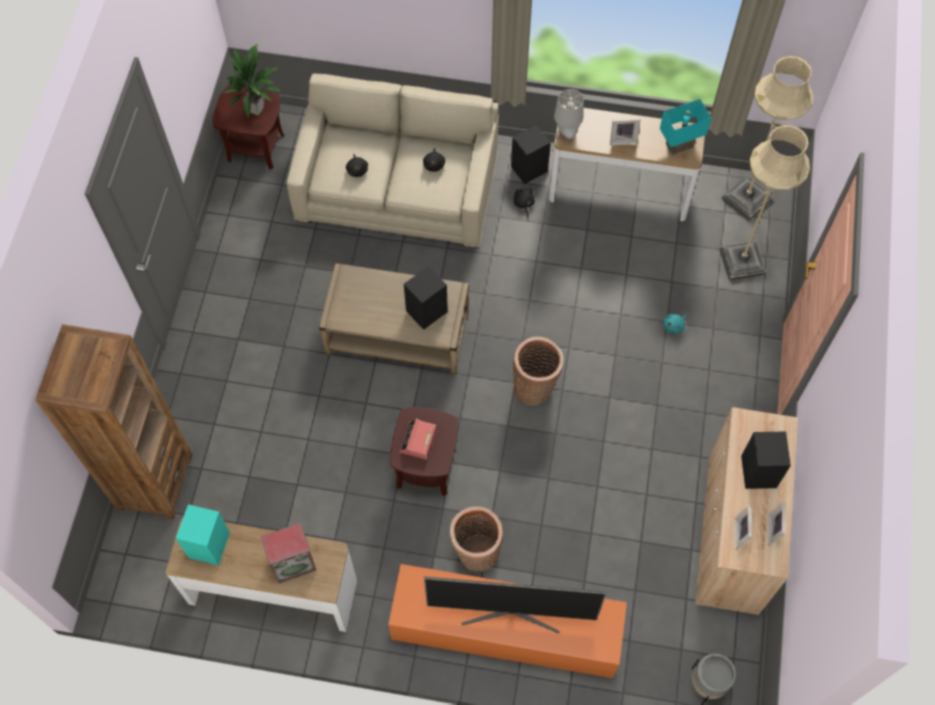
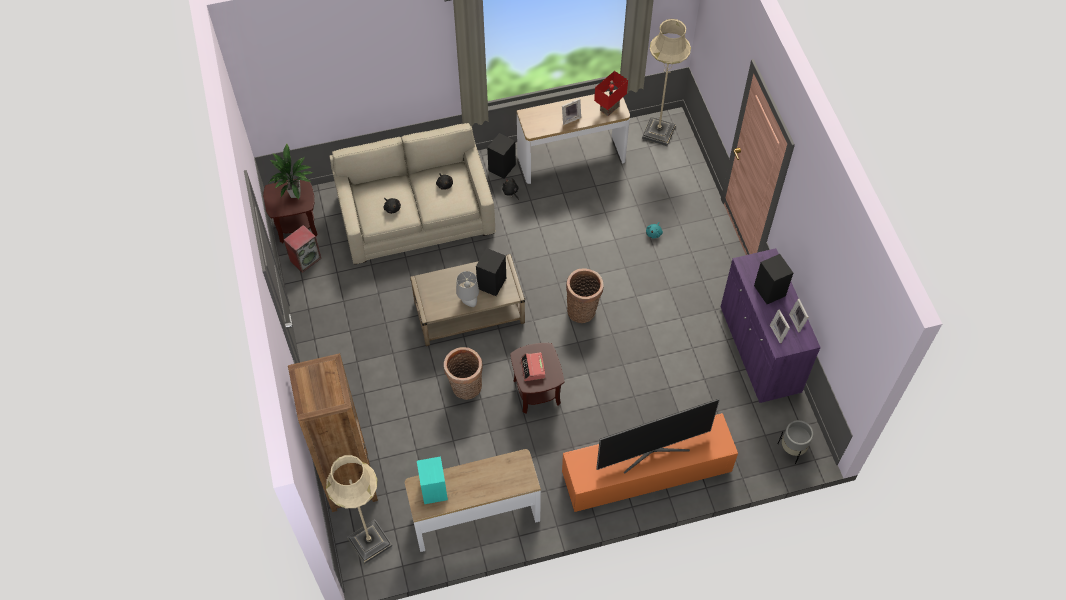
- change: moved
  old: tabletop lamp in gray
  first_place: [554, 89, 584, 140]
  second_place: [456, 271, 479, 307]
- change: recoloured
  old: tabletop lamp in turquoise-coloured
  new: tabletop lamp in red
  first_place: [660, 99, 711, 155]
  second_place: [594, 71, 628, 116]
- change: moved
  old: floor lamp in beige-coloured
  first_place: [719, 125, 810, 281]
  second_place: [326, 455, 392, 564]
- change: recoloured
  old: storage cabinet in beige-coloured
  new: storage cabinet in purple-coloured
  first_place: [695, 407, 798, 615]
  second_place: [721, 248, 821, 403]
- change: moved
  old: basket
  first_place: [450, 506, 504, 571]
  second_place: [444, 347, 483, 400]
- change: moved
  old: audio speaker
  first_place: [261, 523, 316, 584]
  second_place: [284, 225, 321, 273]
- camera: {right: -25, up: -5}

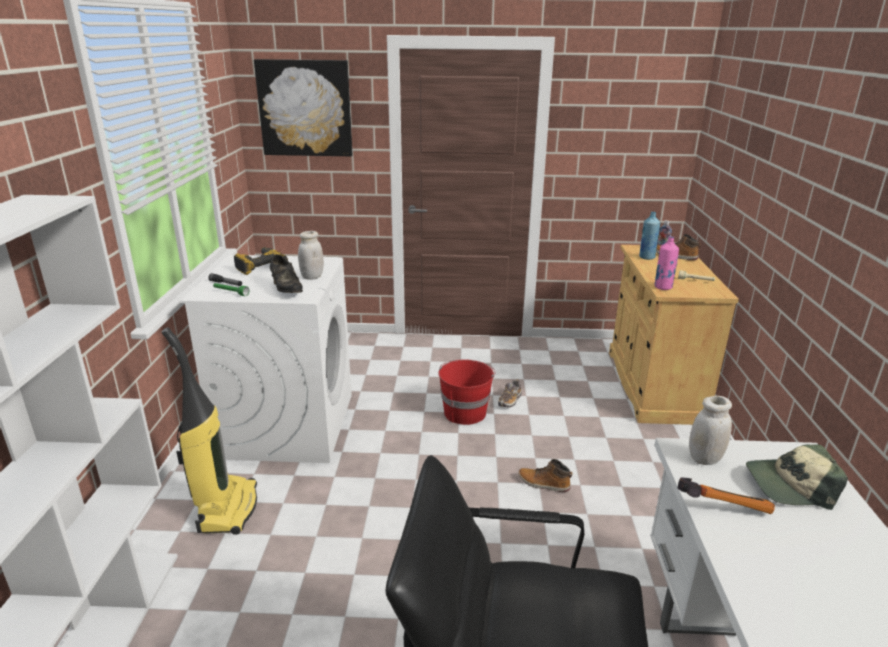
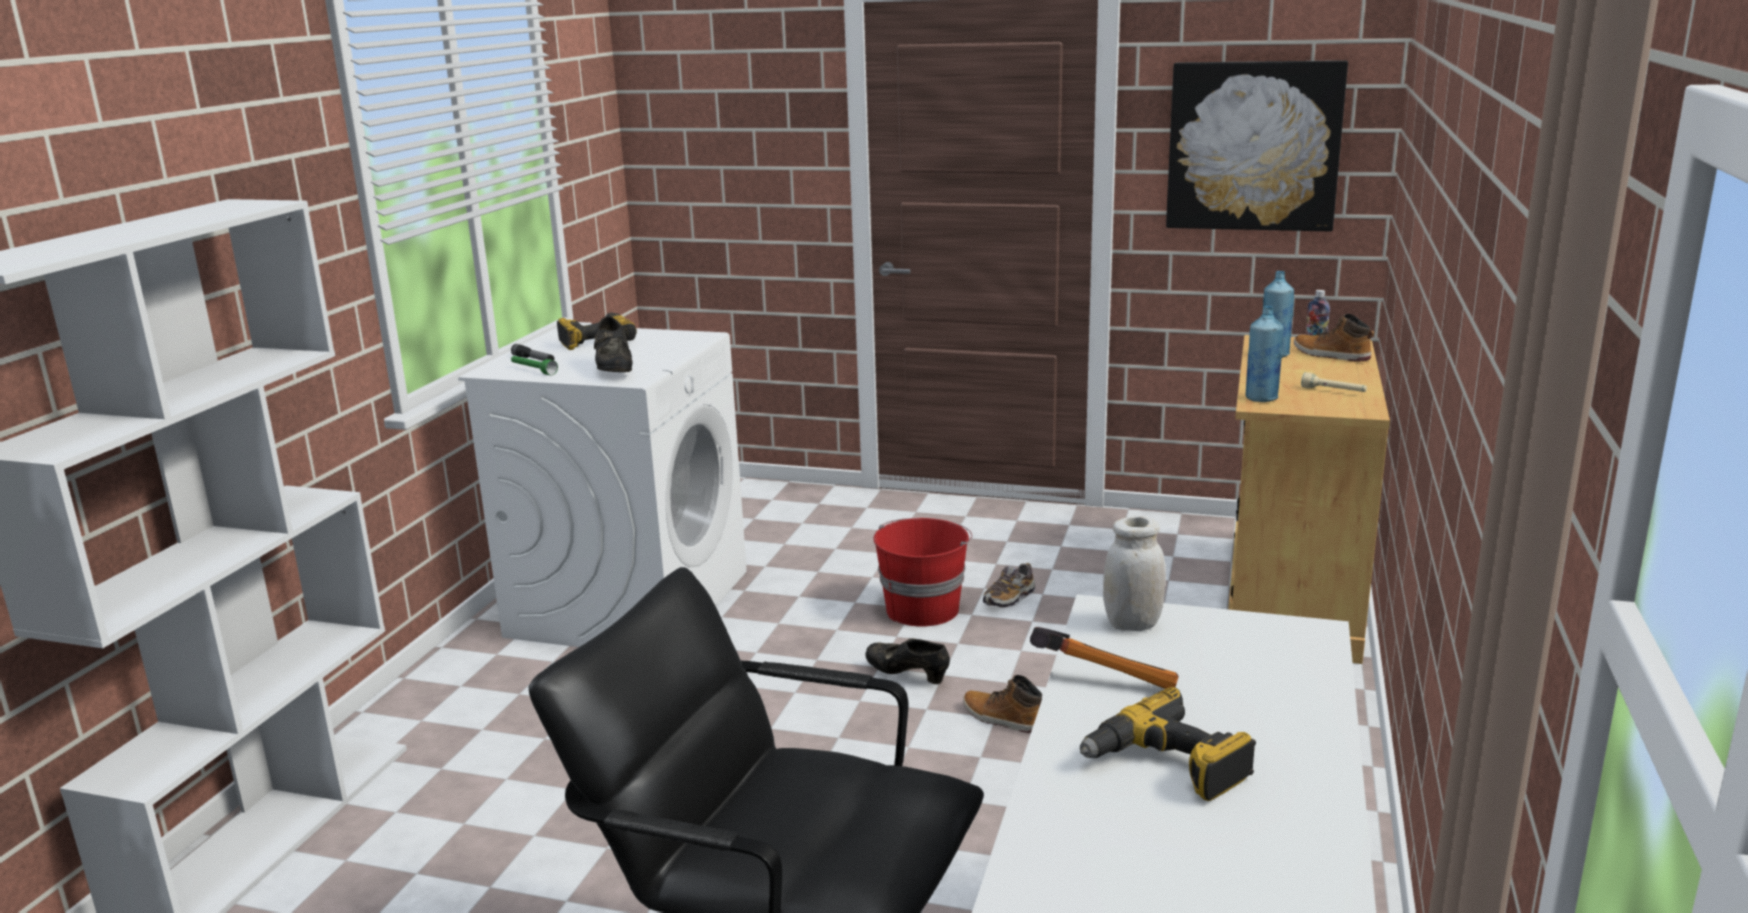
- change: moved
  old: wall art
  first_place: [254, 59, 353, 156]
  second_place: [1166, 60, 1348, 232]
- change: removed
  old: jar in white
  first_place: [298, 231, 324, 280]
- change: recoloured
  old: beverage bottle in pink-coloured
  new: beverage bottle in bluish
  first_place: [654, 236, 679, 290]
  second_place: [1246, 306, 1283, 402]
- change: removed
  old: vacuum cleaner
  first_place: [162, 327, 257, 535]
- change: removed
  old: cap
  first_place: [746, 444, 848, 510]
- change: added
  new: shoe in blackish
  second_place: [865, 638, 950, 684]
- change: added
  new: drill
  second_place: [1080, 687, 1256, 801]
- camera: {right: 15, up: -5}

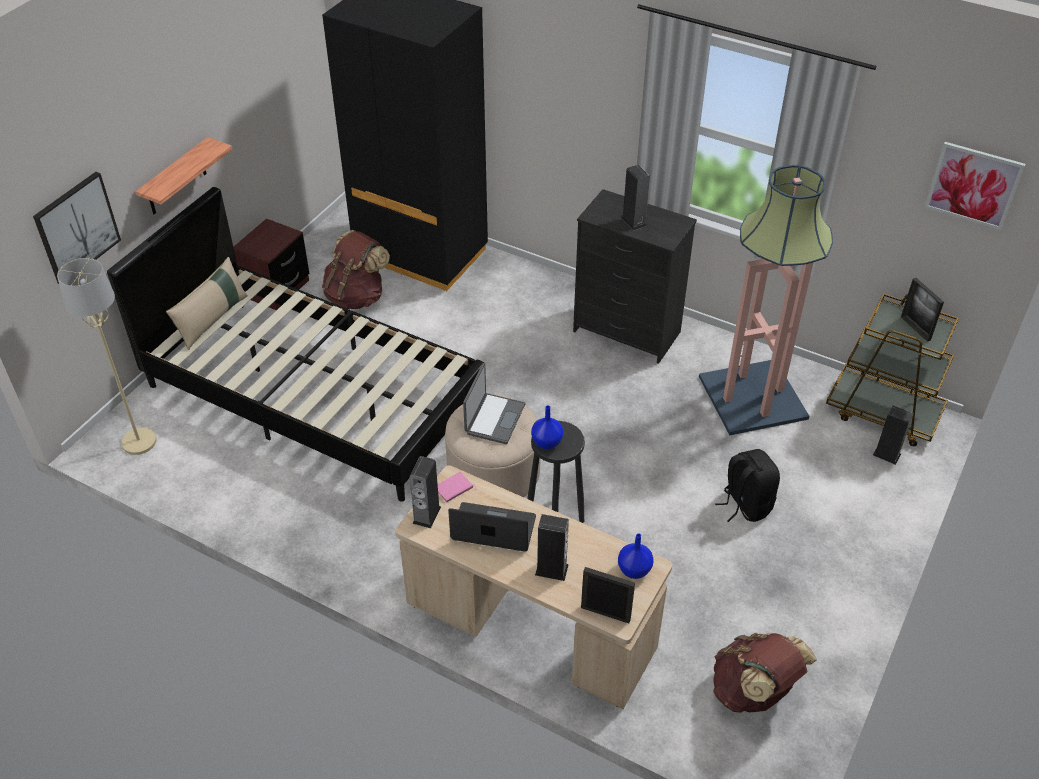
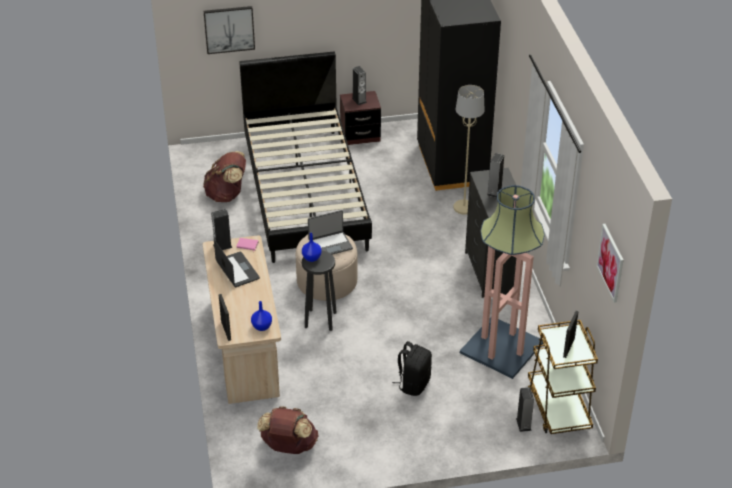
- change: removed
  old: shelf
  first_place: [135, 137, 232, 214]
- change: moved
  old: backpack in brown
  first_place: [322, 230, 390, 309]
  second_place: [203, 151, 246, 202]
- change: removed
  old: pillow in beige-coloured
  first_place: [166, 257, 248, 350]
- change: moved
  old: floor lamp in beige-coloured
  first_place: [57, 258, 157, 455]
  second_place: [454, 85, 485, 215]
- change: moved
  old: audio speaker
  first_place: [535, 514, 569, 581]
  second_place: [352, 66, 367, 105]
- camera: {right: 50, up: -5}

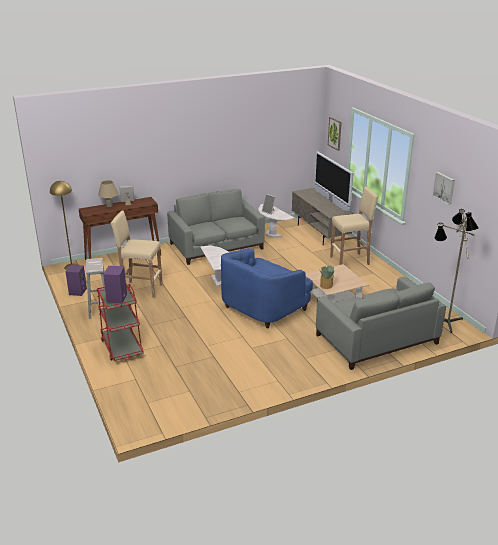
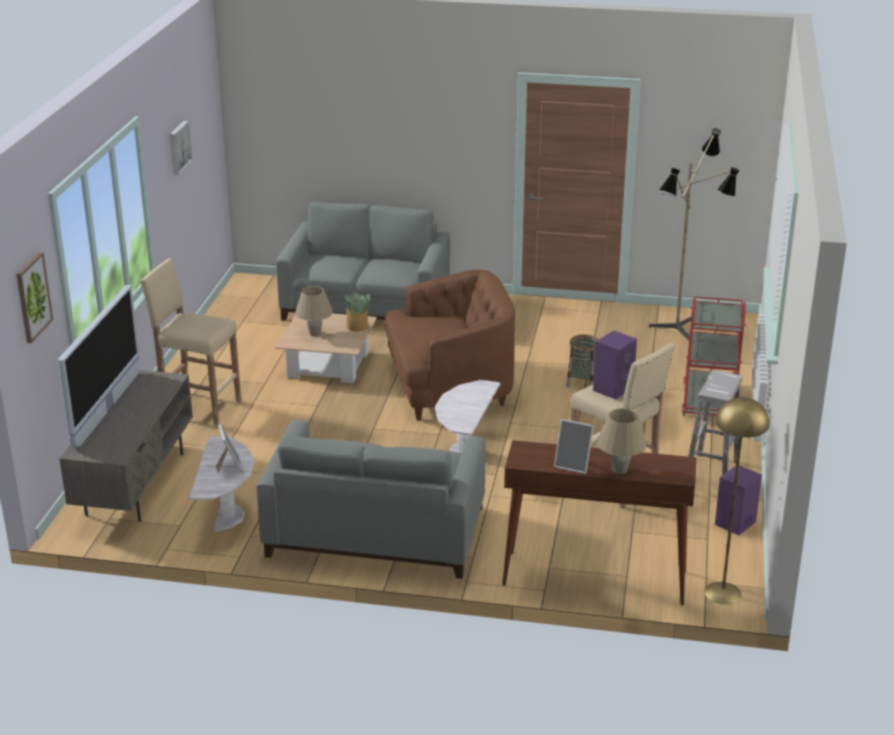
- change: moved
  old: floor lamp
  first_place: [435, 209, 479, 333]
  second_place: [649, 129, 740, 341]
- change: recoloured
  old: lounge chair in bluish
  new: lounge chair in brown
  first_place: [221, 248, 313, 329]
  second_place: [384, 269, 515, 420]
- change: moved
  old: audio speaker in purple-coloured
  first_place: [103, 266, 127, 303]
  second_place: [593, 331, 637, 400]
- change: added
  new: tabletop lamp in beige-coloured
  second_place: [295, 286, 333, 336]
- change: added
  new: basket
  second_place: [566, 335, 598, 388]
- camera: {right: -145, up: 0}

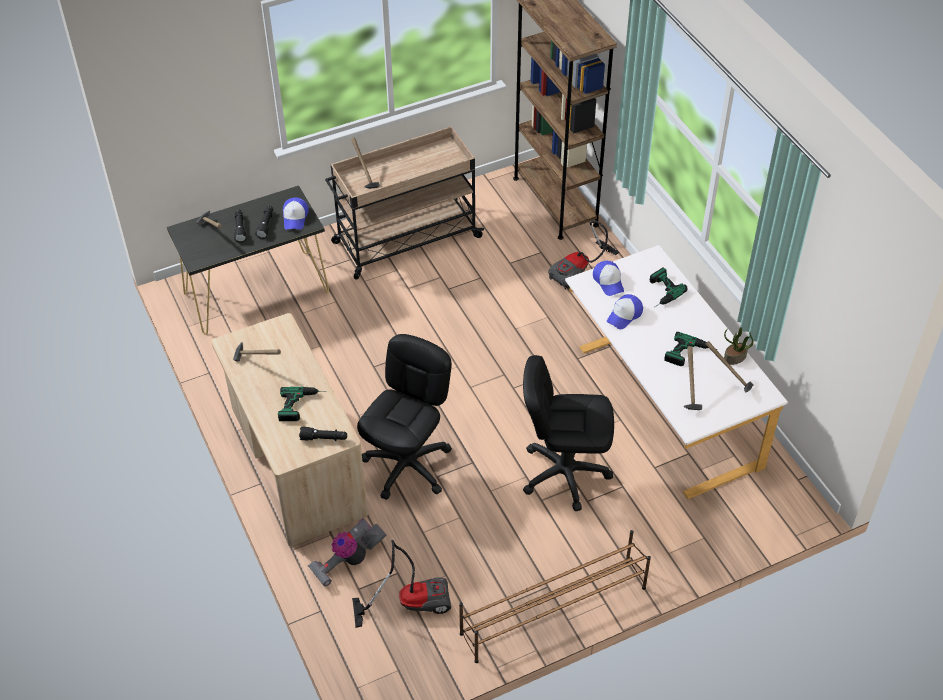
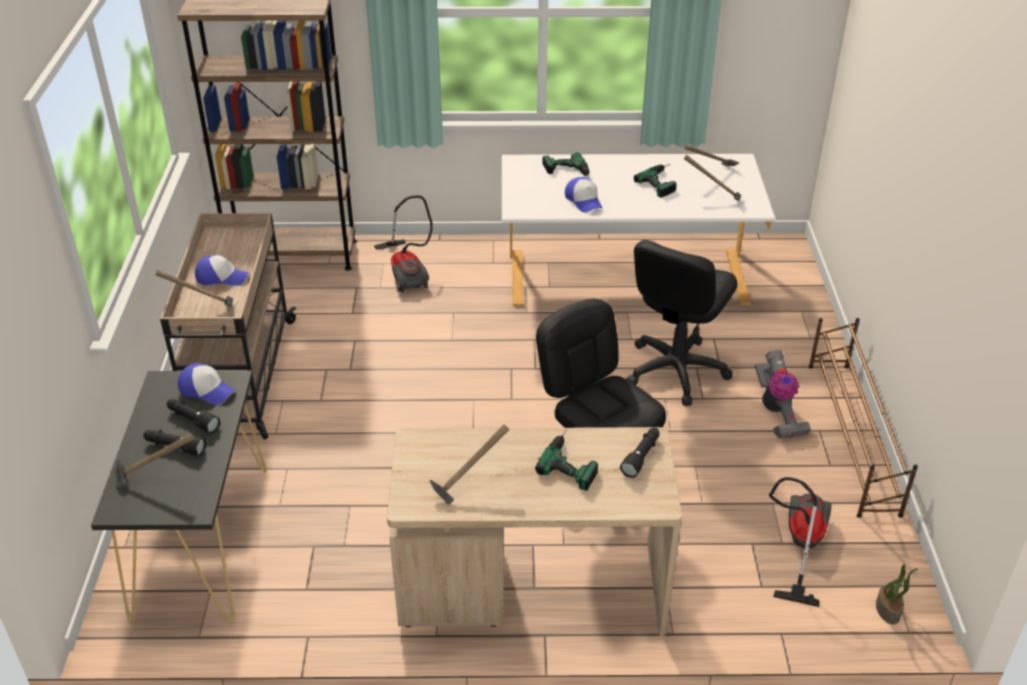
- change: moved
  old: cap
  first_place: [593, 261, 624, 296]
  second_place: [195, 255, 249, 286]
- change: moved
  old: plant in a pot
  first_place: [724, 327, 753, 365]
  second_place: [876, 564, 919, 624]
- change: moved
  old: vacuum cleaner
  first_place: [308, 518, 386, 587]
  second_place: [755, 350, 811, 438]
- camera: {right: -65, up: -10}

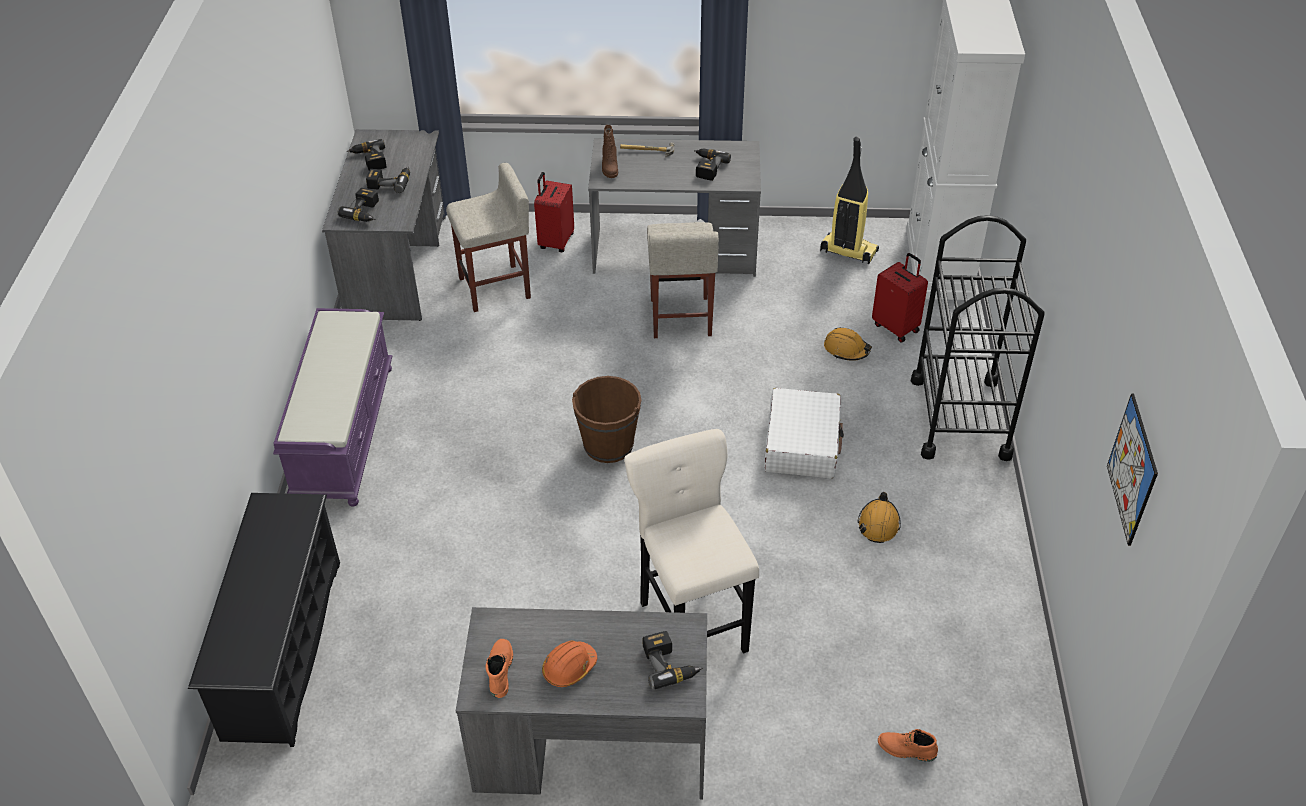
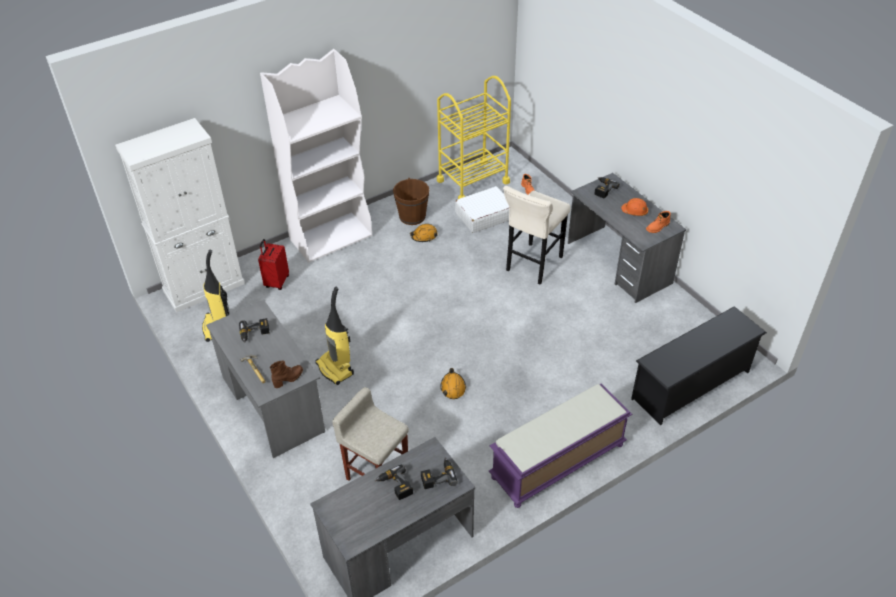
- change: removed
  old: drill
  first_place: [347, 139, 387, 171]
- change: removed
  old: suitcase in red
  first_place: [534, 172, 574, 252]
- change: replaced
  old: wheeled cart in blackish
  new: bookcase in white
  first_place: [911, 215, 1045, 461]
  second_place: [260, 49, 372, 263]
- change: replaced
  old: sitting stool in beige-coloured
  new: vacuum cleaner
  first_place: [647, 222, 719, 338]
  second_place: [316, 287, 354, 385]
- change: moved
  old: work helmet in orangey
  first_place: [824, 327, 872, 361]
  second_place: [440, 368, 466, 399]
- change: moved
  old: water bucket in brown
  first_place: [572, 376, 641, 463]
  second_place: [393, 178, 429, 225]
- change: moved
  old: suitcase in white
  first_place: [764, 388, 844, 479]
  second_place: [455, 186, 509, 233]
- change: removed
  old: wall art
  first_place: [1107, 393, 1158, 546]
- change: added
  new: wheeled cart in yellowish
  second_place: [437, 76, 511, 199]
- camera: {right: -125, up: 0}

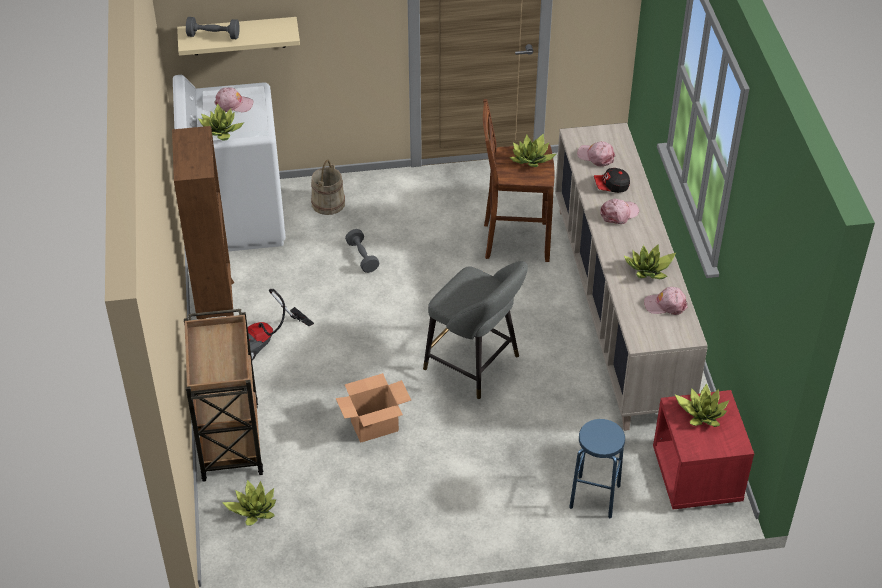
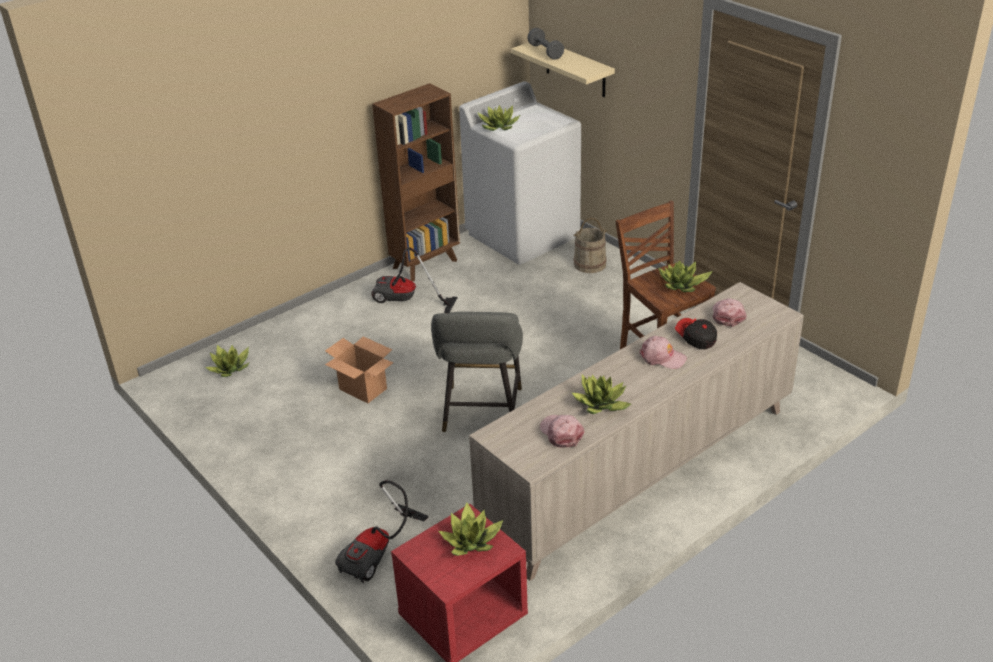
- change: removed
  old: cap in pink-coloured
  first_place: [214, 87, 254, 112]
- change: removed
  old: free weight in gray
  first_place: [345, 229, 379, 273]
- change: removed
  old: wheeled cart in brown
  first_place: [184, 309, 264, 482]
- change: replaced
  old: sitting stool in bluish
  new: vacuum cleaner
  first_place: [569, 419, 625, 518]
  second_place: [335, 480, 428, 583]
- camera: {right: 60, up: -10}

